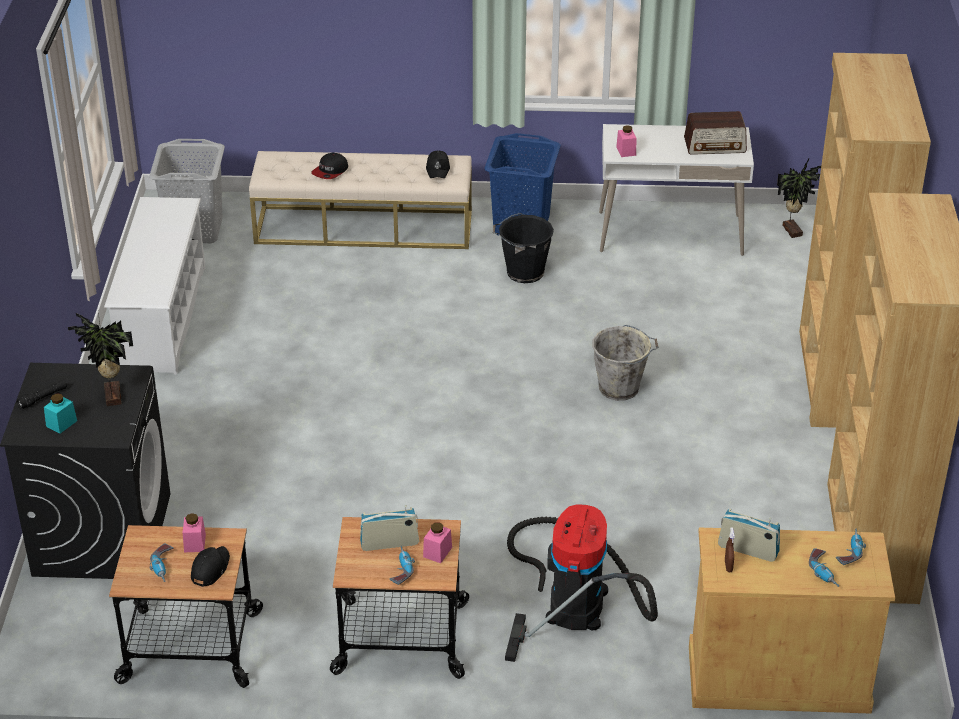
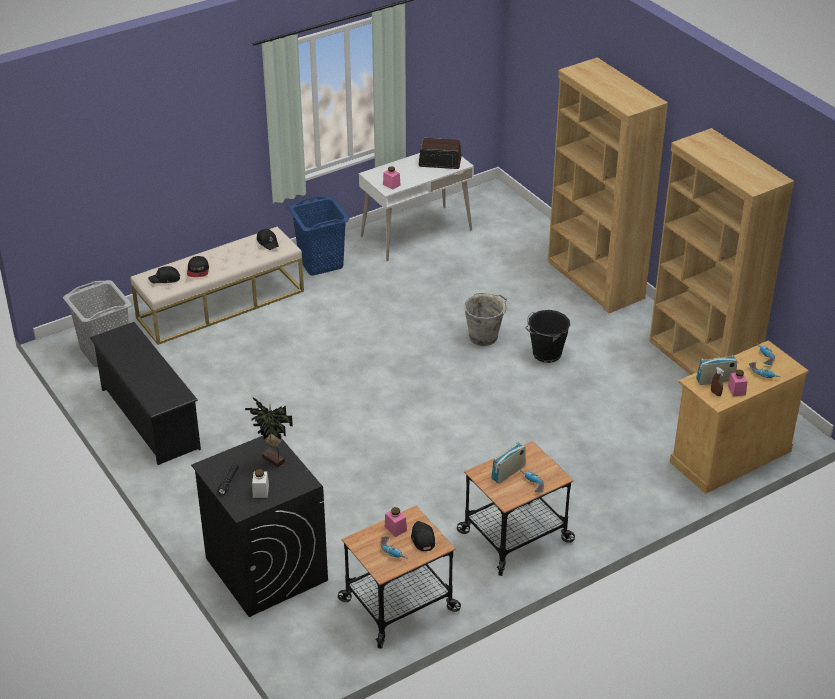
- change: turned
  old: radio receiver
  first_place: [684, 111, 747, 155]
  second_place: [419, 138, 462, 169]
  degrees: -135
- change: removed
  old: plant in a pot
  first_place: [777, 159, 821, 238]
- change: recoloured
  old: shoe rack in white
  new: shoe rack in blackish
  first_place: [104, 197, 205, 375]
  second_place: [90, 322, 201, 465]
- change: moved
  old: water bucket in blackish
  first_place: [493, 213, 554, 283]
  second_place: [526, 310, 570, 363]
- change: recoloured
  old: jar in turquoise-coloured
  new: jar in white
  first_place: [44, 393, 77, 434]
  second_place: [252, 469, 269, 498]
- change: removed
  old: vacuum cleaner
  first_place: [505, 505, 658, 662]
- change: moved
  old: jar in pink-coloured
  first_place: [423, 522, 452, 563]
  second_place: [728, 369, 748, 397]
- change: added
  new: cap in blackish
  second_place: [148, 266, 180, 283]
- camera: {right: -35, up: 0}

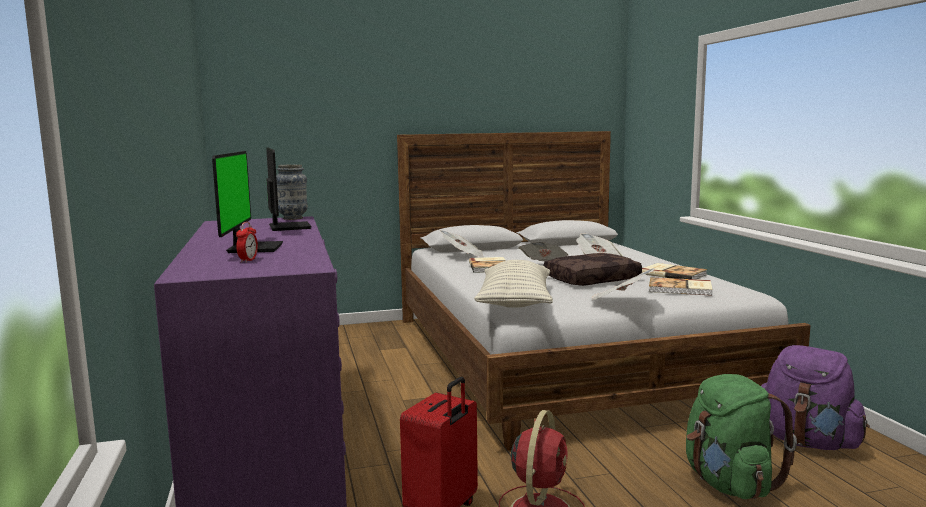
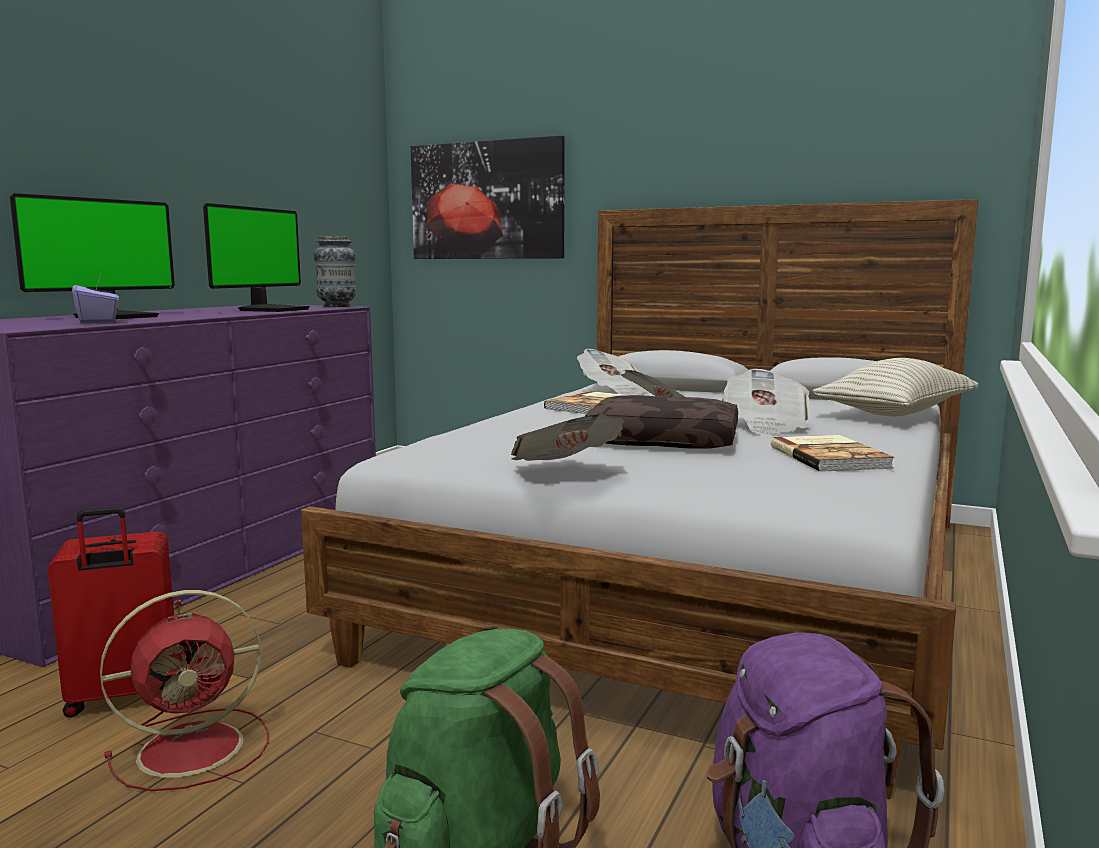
- change: removed
  old: table clock
  first_place: [236, 222, 258, 263]
- change: moved
  old: pillow
  first_place: [474, 260, 553, 308]
  second_place: [813, 358, 979, 417]
- change: removed
  old: book
  first_place: [649, 277, 712, 296]
- change: added
  new: wall art
  second_place: [411, 135, 565, 259]
- change: added
  new: tissue holder in purple-coloured
  second_place: [72, 275, 119, 324]
- camera: {right: 40, up: 0}

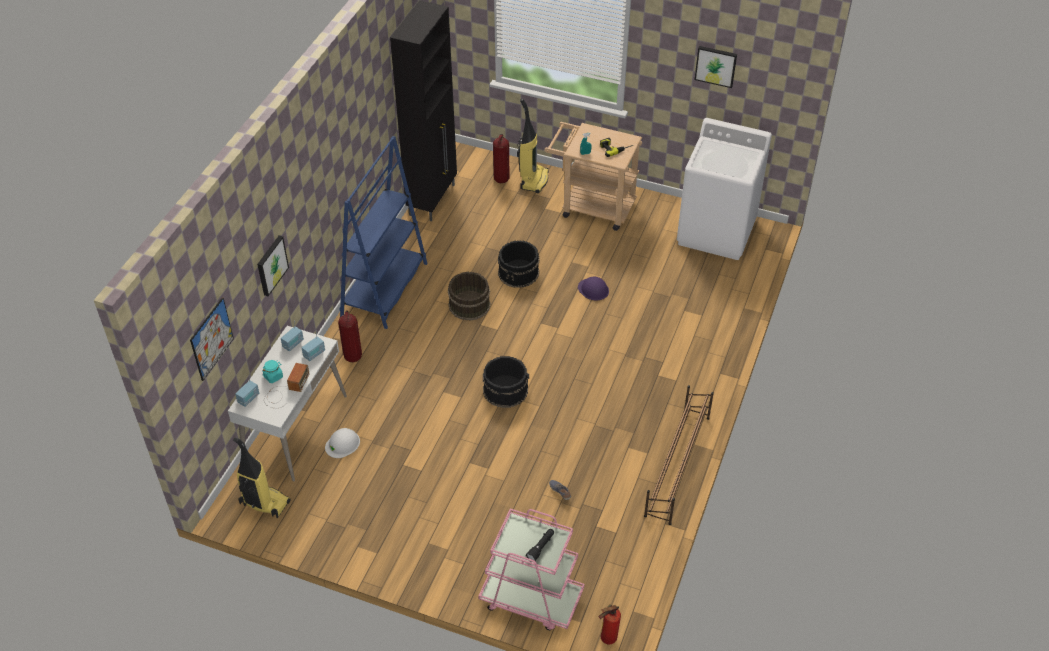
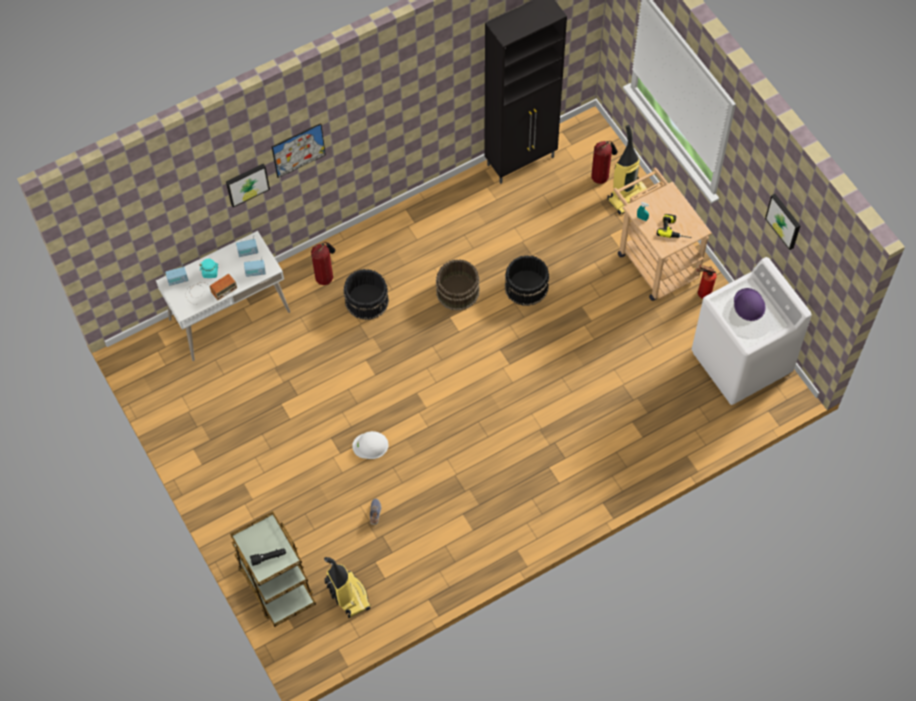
- change: removed
  old: bookcase in bluish
  first_place: [340, 136, 428, 329]
- change: moved
  old: work helmet in purple-coloured
  first_place: [578, 277, 609, 301]
  second_place: [734, 288, 766, 321]
- change: moved
  old: wall art
  first_place: [190, 297, 234, 381]
  second_place: [272, 123, 326, 178]
- change: moved
  old: water bucket in blackish
  first_place: [483, 356, 529, 408]
  second_place: [343, 269, 389, 320]
- change: removed
  old: shoe rack in brown
  first_place: [644, 385, 714, 525]
- change: moved
  old: work helmet in white
  first_place: [325, 428, 360, 458]
  second_place: [352, 431, 388, 459]
- change: moved
  old: vacuum cleaner
  first_place: [233, 438, 291, 518]
  second_place: [324, 557, 371, 618]
- change: recoloured
  old: wheeled cart in pink-coloured
  new: wheeled cart in brown
  first_place: [478, 508, 584, 630]
  second_place: [230, 511, 316, 627]
- change: moved
  old: fire extinguisher
  first_place: [598, 604, 621, 645]
  second_place: [697, 265, 717, 299]
- camera: {right: 40, up: 15}

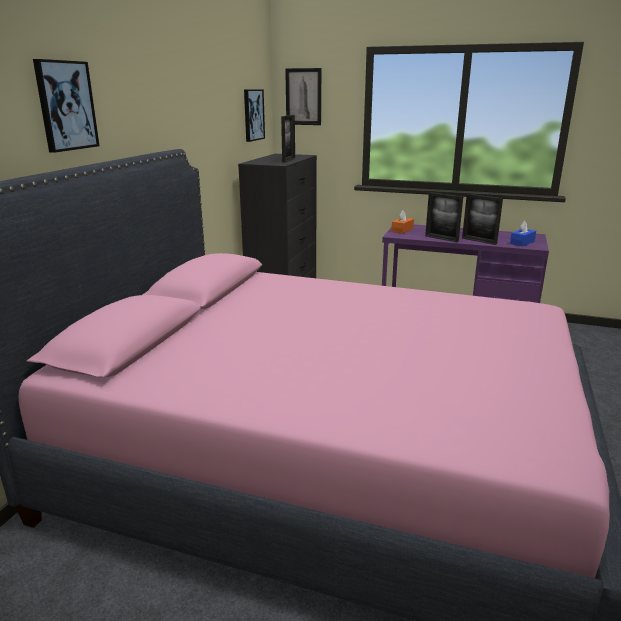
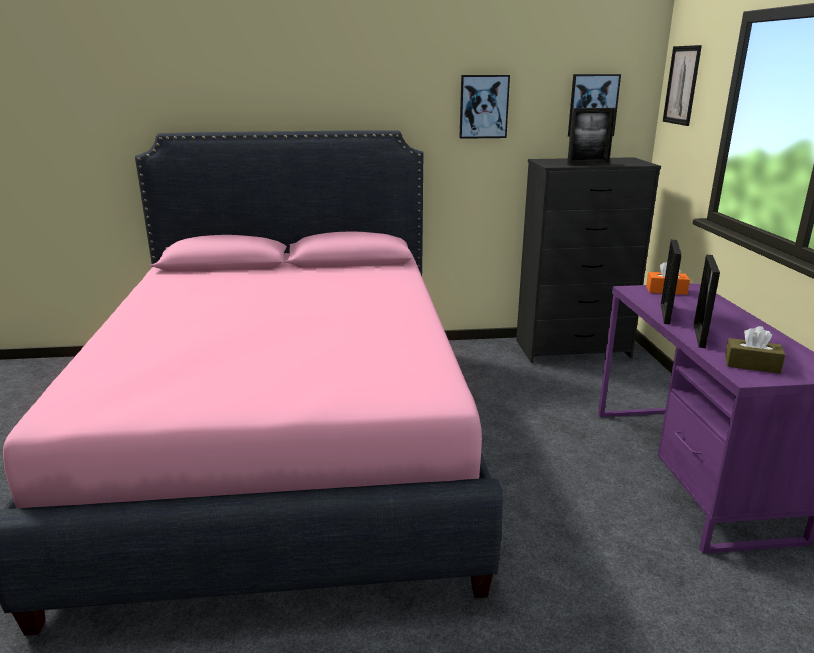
- change: moved
  old: wall art
  first_place: [33, 59, 99, 153]
  second_place: [459, 75, 510, 139]
- change: recoloured
  old: tissue holder in bluish
  new: tissue holder in brown
  first_place: [510, 221, 536, 246]
  second_place: [725, 326, 785, 374]
- camera: {right: 65, up: 0}

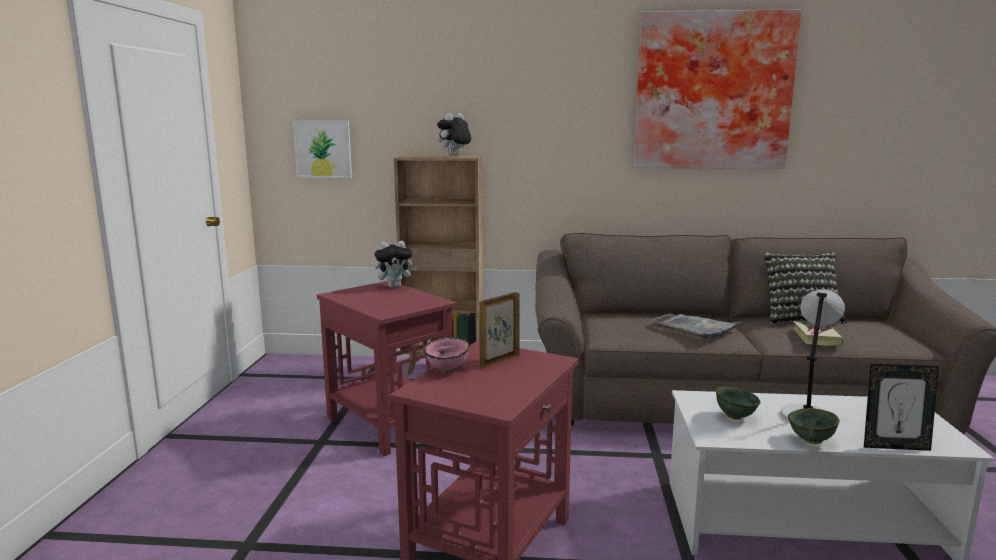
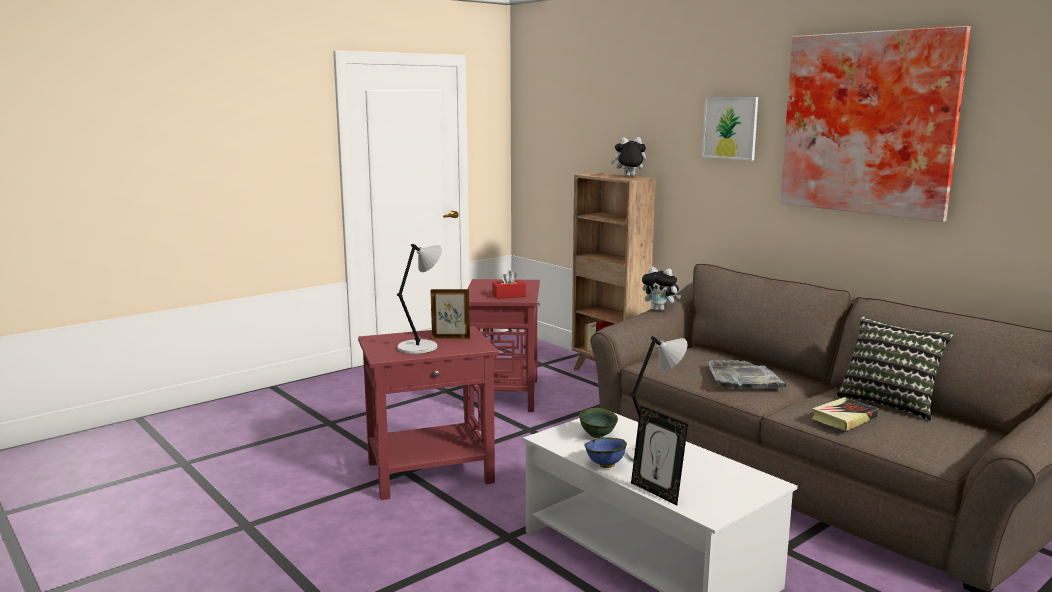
- change: moved
  old: wall art
  first_place: [293, 121, 352, 178]
  second_place: [702, 97, 758, 161]
- change: moved
  old: cuddly toy
  first_place: [374, 241, 417, 288]
  second_place: [642, 267, 681, 311]
- change: removed
  old: serving bowl in pink-coloured
  first_place: [424, 337, 470, 372]
- change: recoloured
  old: serving bowl in greenish
  new: serving bowl in bluish
  first_place: [788, 408, 840, 444]
  second_place: [585, 437, 627, 468]
- change: added
  new: tabletop lamp in gray
  second_place: [397, 244, 442, 354]
- change: added
  new: tissue holder in red
  second_place: [492, 270, 526, 299]
- camera: {right: 45, up: 0}

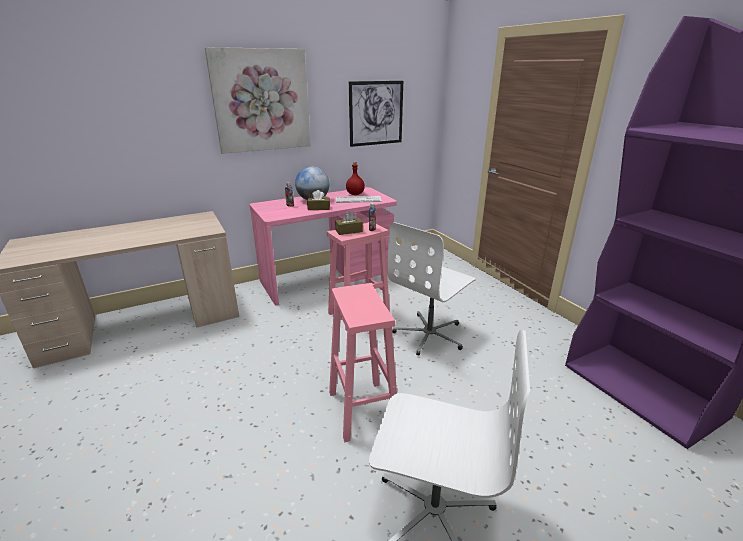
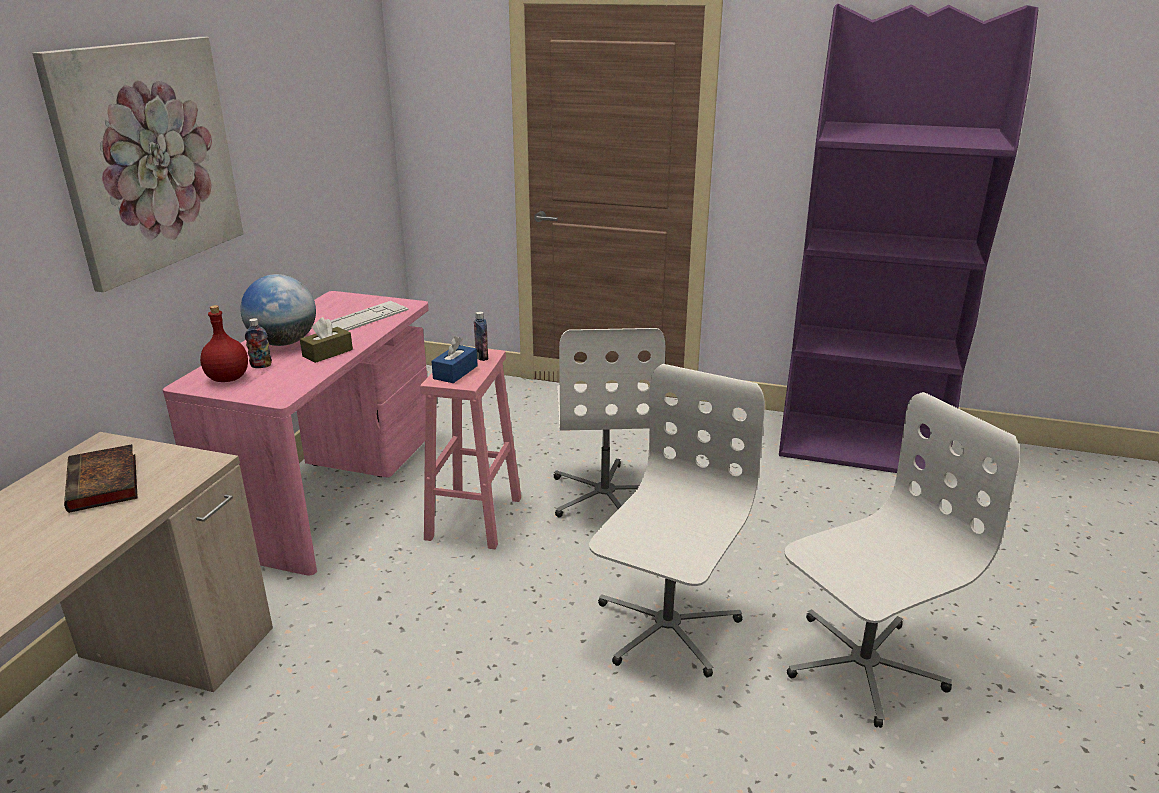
- change: removed
  old: wall art
  first_place: [349, 81, 403, 147]
- change: moved
  old: beverage bottle in red
  first_place: [346, 162, 365, 195]
  second_place: [200, 305, 248, 382]
- change: recoloured
  old: tissue holder in brown
  new: tissue holder in bluish
  first_place: [335, 211, 363, 235]
  second_place: [431, 336, 478, 383]
- change: replaced
  old: sitting stool in pink-coloured
  new: computer chair in white
  first_place: [329, 283, 397, 442]
  second_place: [589, 364, 765, 678]
- change: added
  new: book
  second_place: [64, 444, 138, 513]
- camera: {right: -45, up: 0}

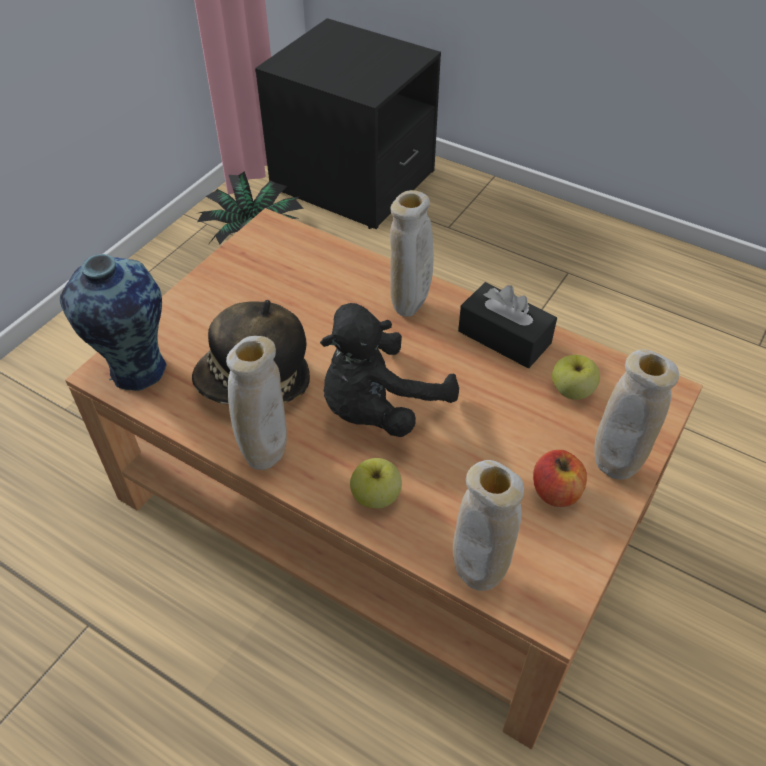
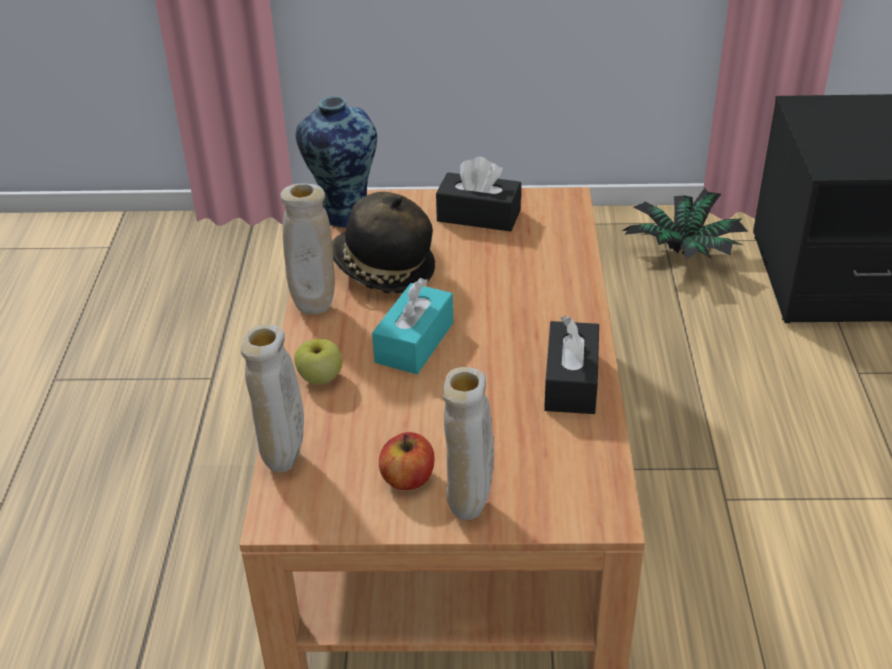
- change: removed
  old: decorative vase in beige-coloured
  first_place: [390, 190, 433, 317]
- change: replaced
  old: cuddly toy in blackish
  new: tissue holder in turquoise-coloured
  first_place: [320, 303, 459, 437]
  second_place: [372, 278, 453, 374]
- change: removed
  old: whole apple
  first_place: [552, 355, 600, 400]
- change: added
  new: tissue holder in blackish
  second_place: [436, 157, 521, 232]
- camera: {right: 60, up: -10}

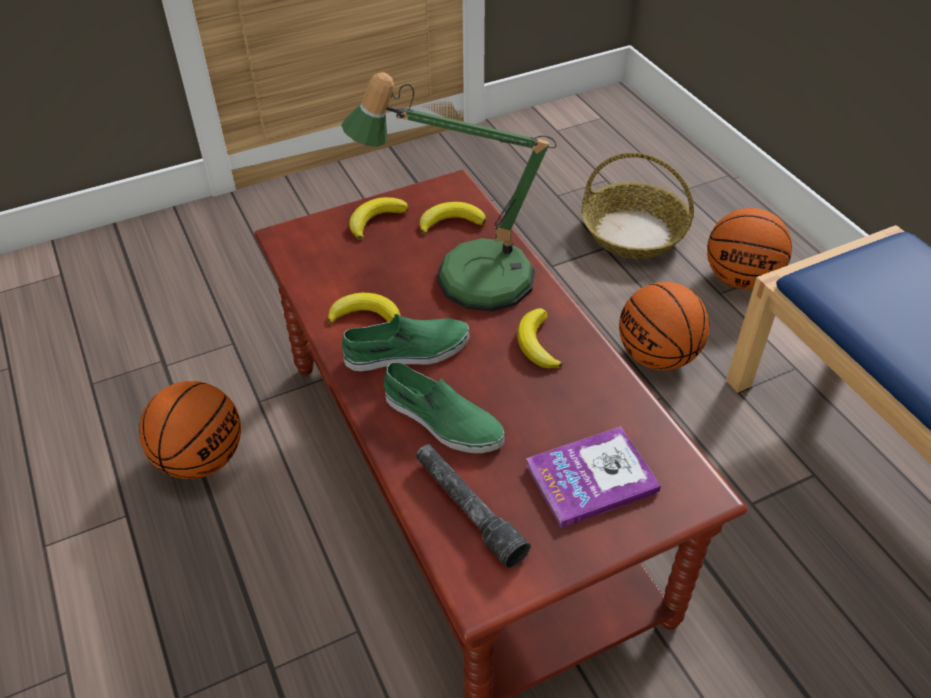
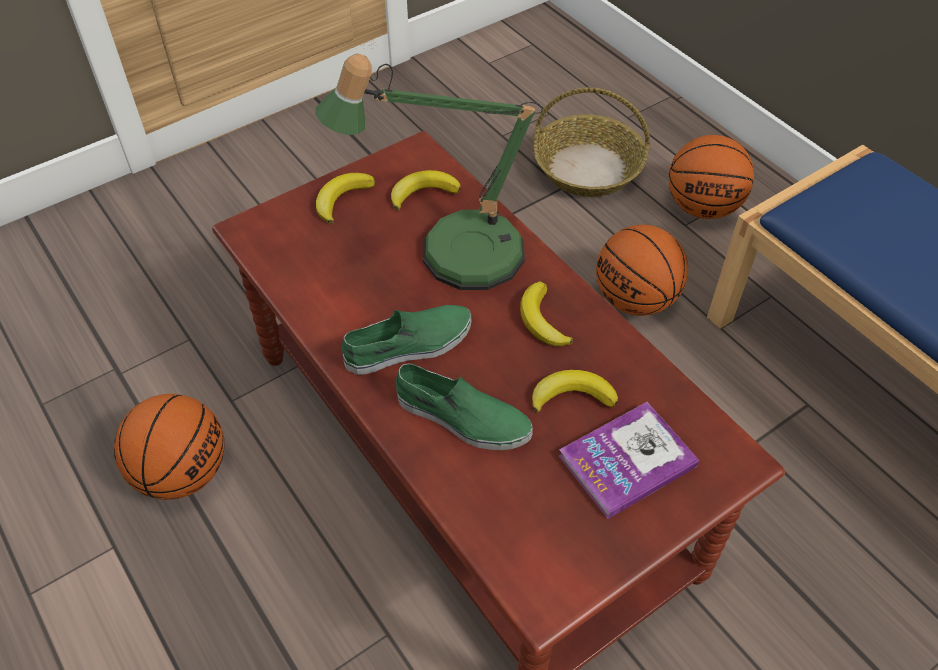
- change: moved
  old: banana
  first_place: [328, 293, 401, 325]
  second_place: [532, 370, 618, 413]
- change: removed
  old: flashlight in gray
  first_place: [416, 444, 531, 568]
- camera: {right: -10, up: 5}

